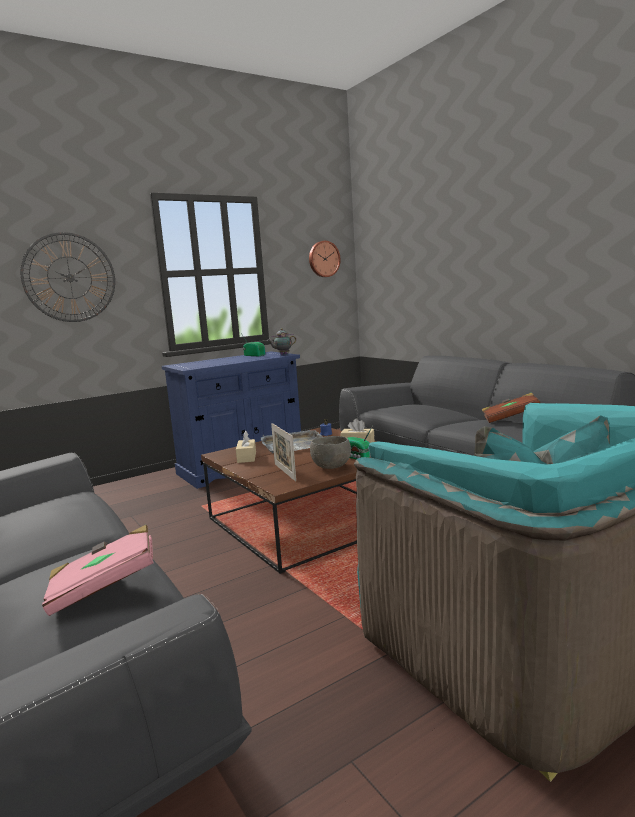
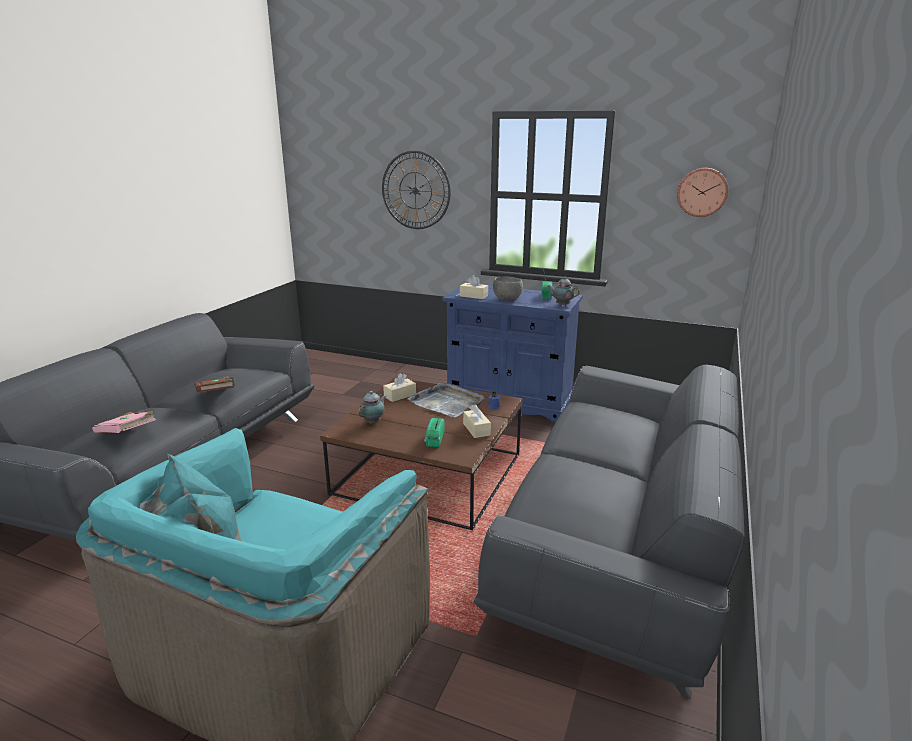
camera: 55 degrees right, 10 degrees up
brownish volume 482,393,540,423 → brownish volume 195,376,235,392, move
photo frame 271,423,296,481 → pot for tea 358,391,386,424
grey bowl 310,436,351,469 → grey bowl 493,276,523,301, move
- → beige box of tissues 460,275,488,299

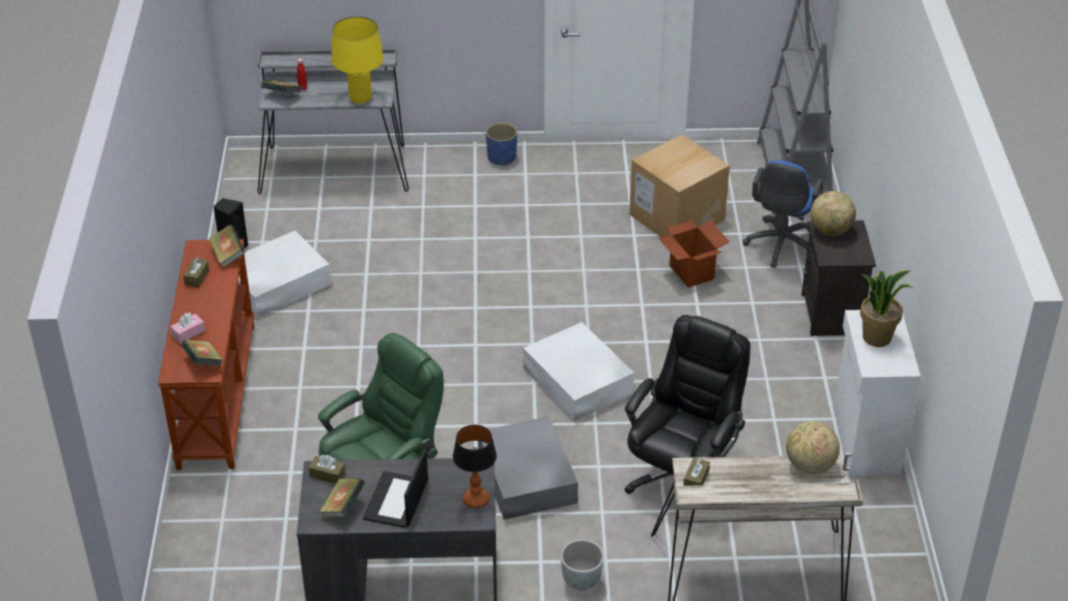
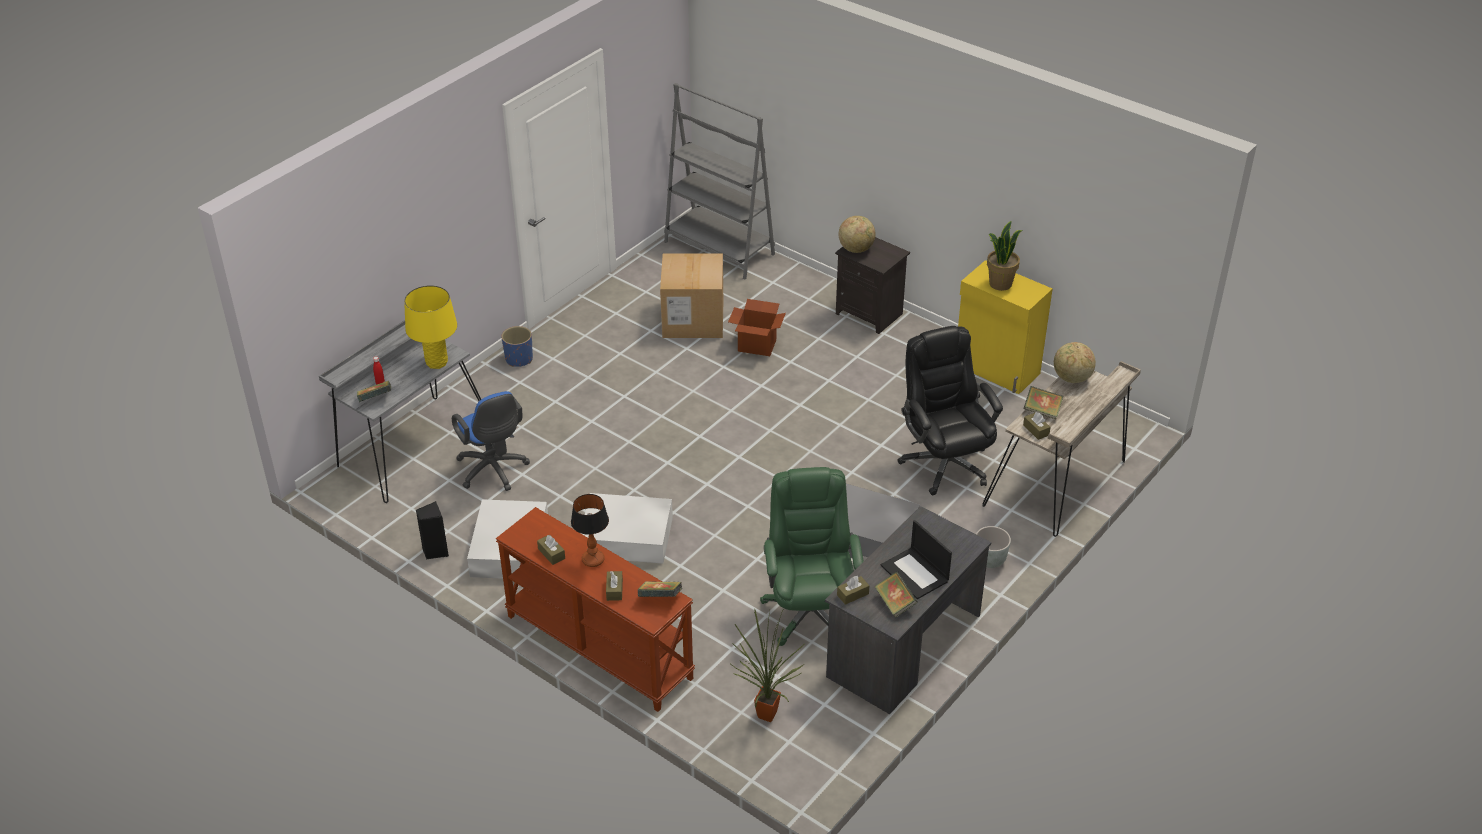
camera: 50 degrees left, 0 degrees up
bluish computer chair 743,160,824,268 → bluish computer chair 452,391,530,491, move
volume 209,224,245,267 → volume 1024,386,1063,419, move
white cabinet 834,310,921,476 → yellow cabinet 958,260,1053,394
pinkish box of tissues 170,313,205,344 → brownish box of tissues 606,571,623,601
white storage bin 523,322,634,421 → white storage bin 582,493,673,564, move
table lamp 453,425,497,509 → table lamp 571,494,609,567, move
- → plant in a pot 731,608,804,722

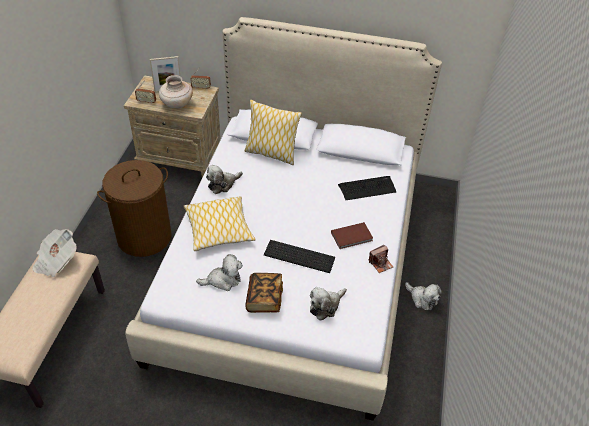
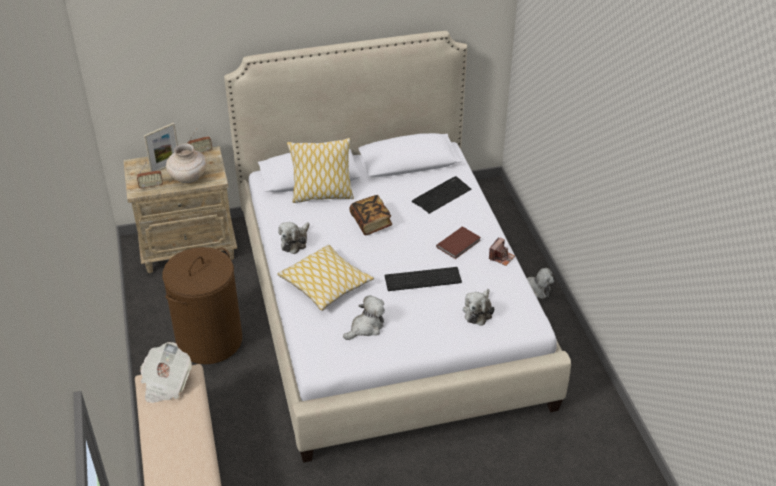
camera: 25 degrees left, 5 degrees down
volume 245,273,283,313 → volume 350,195,392,235, move

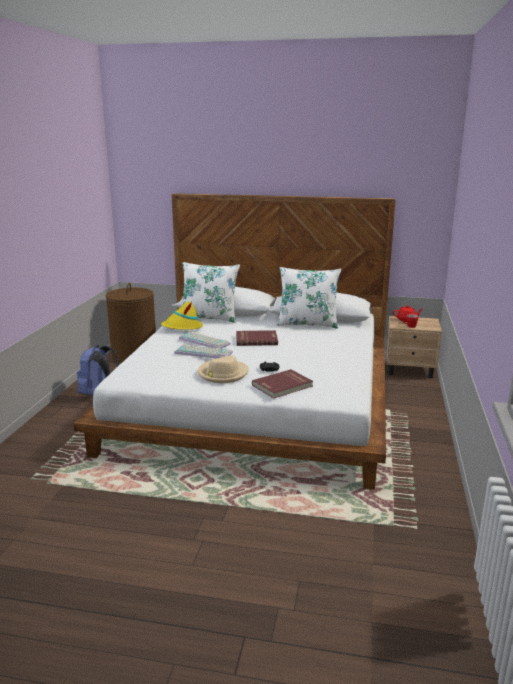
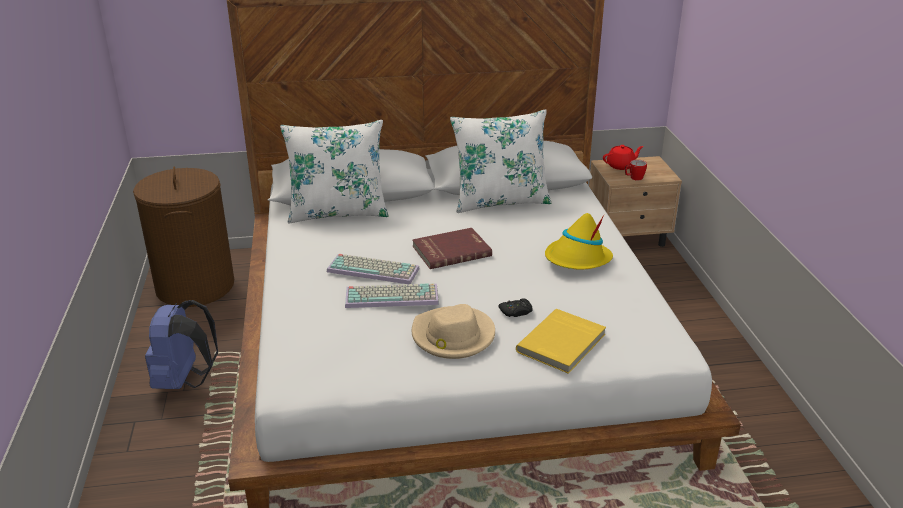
camera: 20 degrees left, 10 degrees up
yellow hat 161,301,203,330 → yellow hat 545,213,613,270, move
reddish volume 252,369,313,398 → yellow volume 516,309,606,374

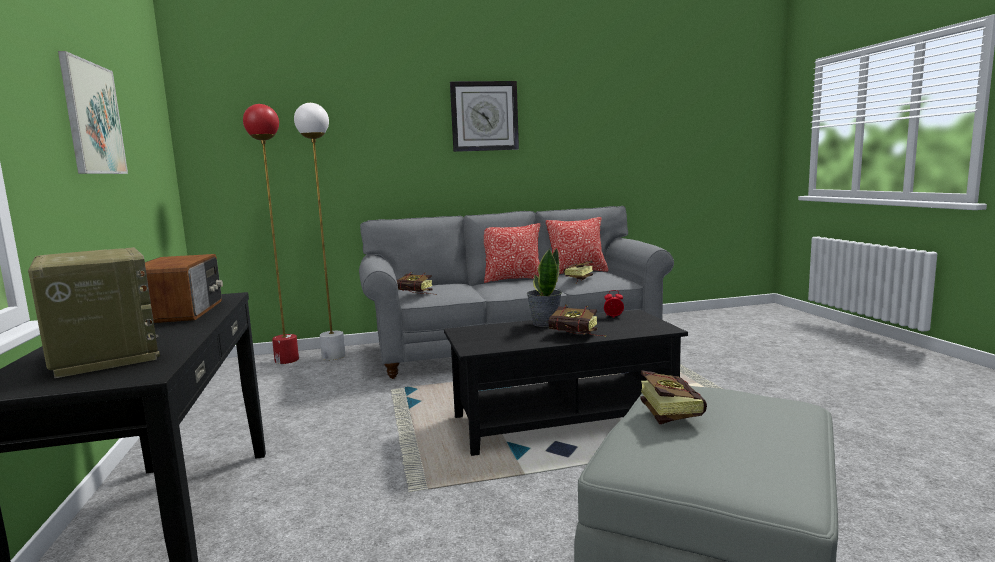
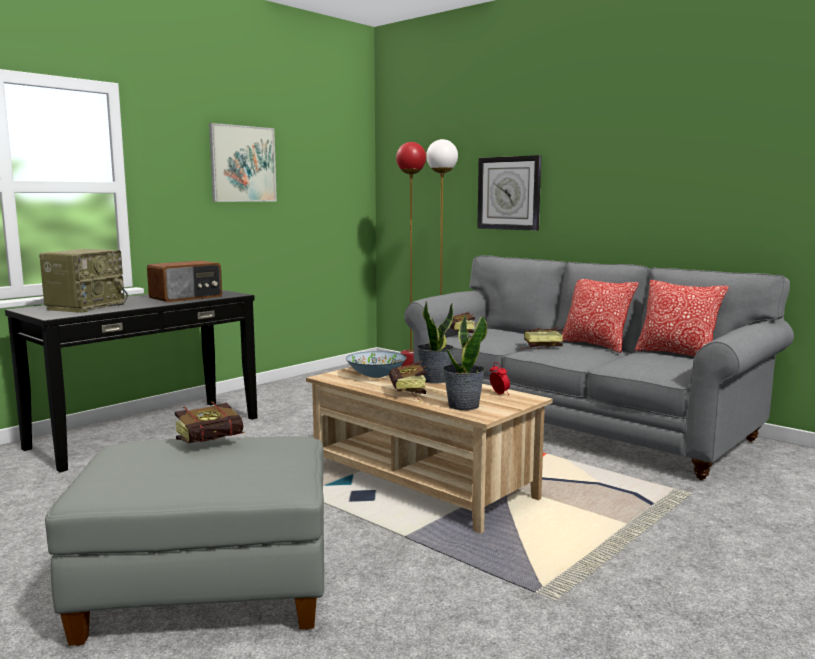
camera: 55 degrees right, 0 degrees up
hanging clock 450,81,519,152 → hanging clock 477,155,541,231, move
volume 563,260,593,283 → volume 520,327,563,349, move
black low table 444,310,688,456 → beige low table 306,366,553,534
- → plant in a pot 443,314,487,410
- → bowl 346,351,407,378

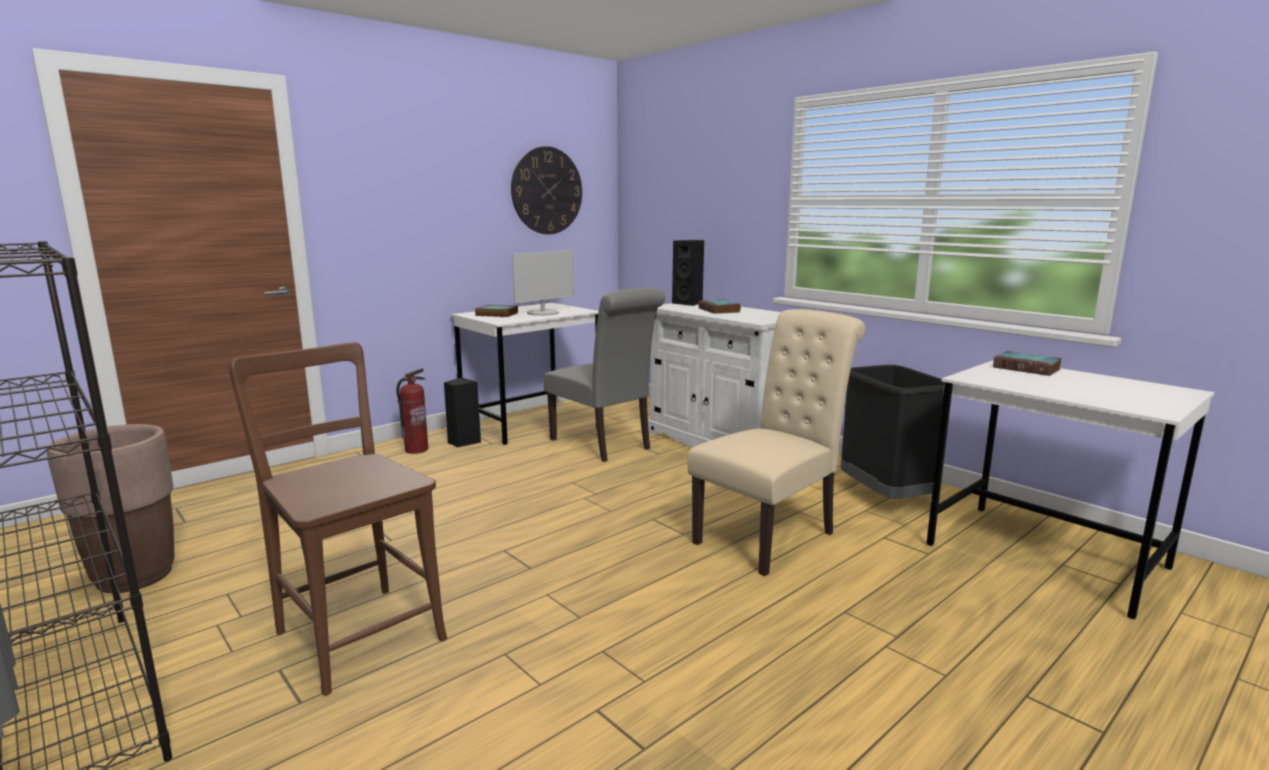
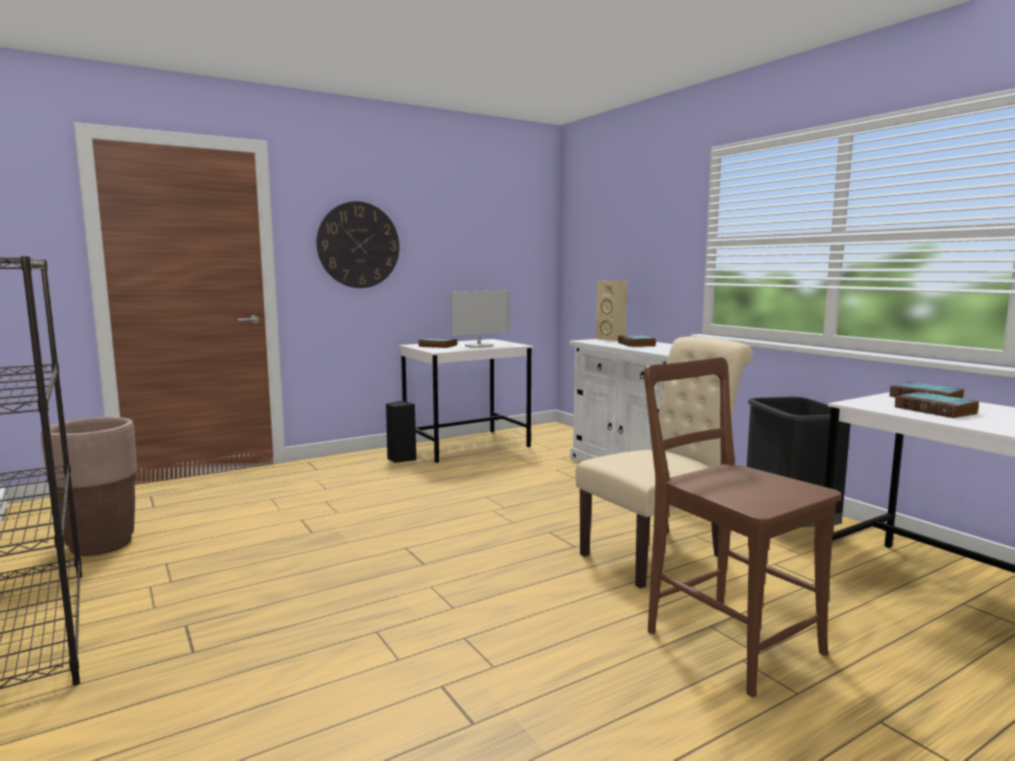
camera: 10 degrees right, 5 degrees down
hanging clock 511,146,582,234 → hanging clock 316,201,400,288, move
black loudspeaker 672,240,704,306 → beige loudspeaker 596,281,627,341
grey upright chair 543,288,665,462 → -
brownish upright chair 228,342,447,696 → brownish upright chair 644,357,842,697, move
extinguisher 396,369,428,454 → -
- → volume 895,392,980,418

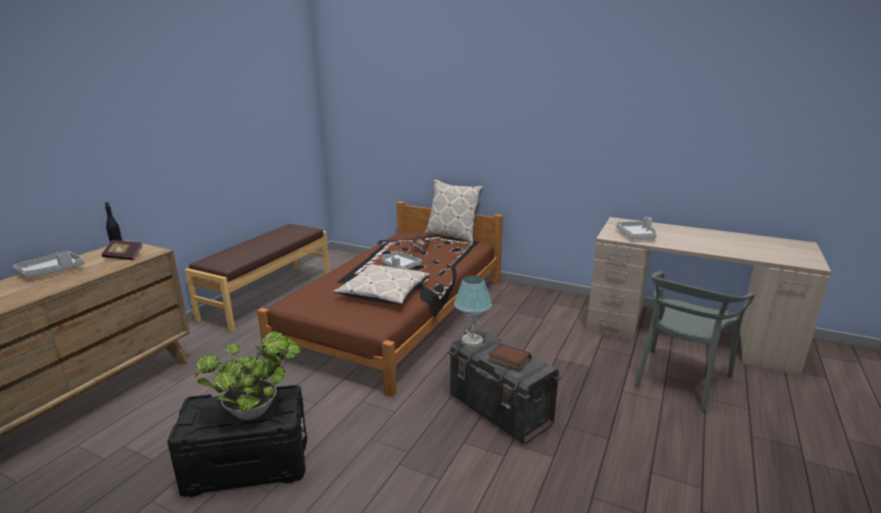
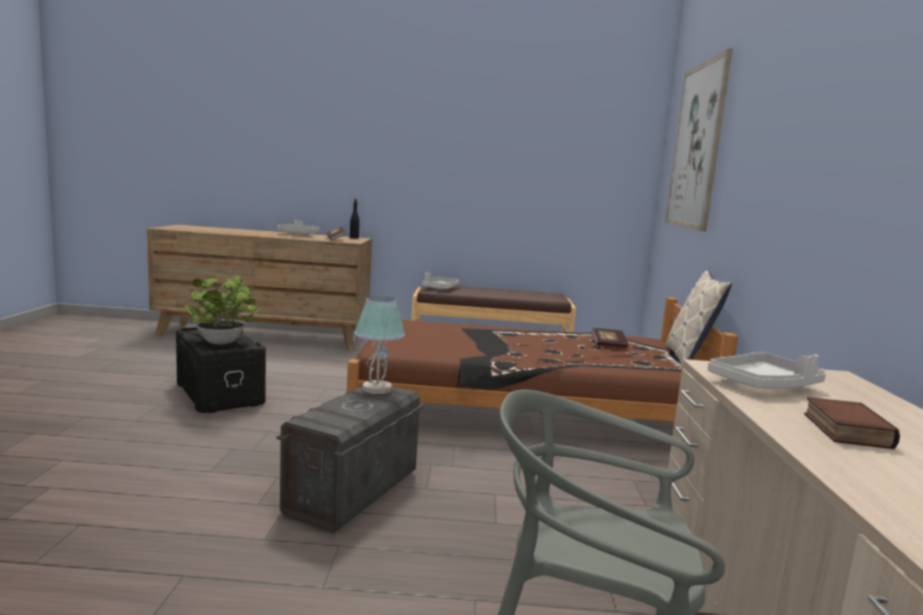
camera: 65 degrees right, 10 degrees down
grey carrying tray 381,251,422,269 → grey carrying tray 422,272,460,289, move
cushion 333,264,431,305 → -
volume 488,343,531,372 → volume 804,397,900,449, move
- → wall art 665,49,733,231

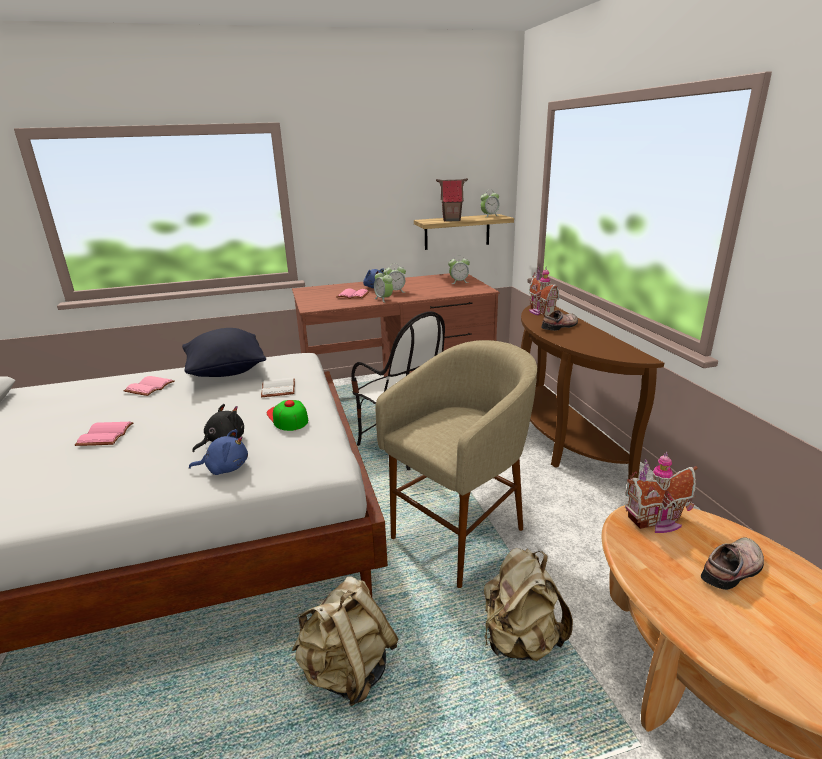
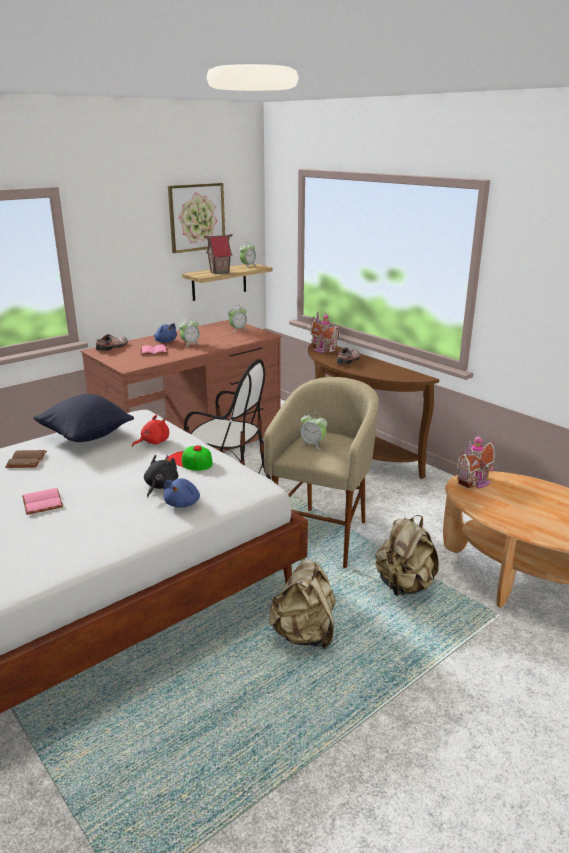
camera: 25 degrees left, 0 degrees up
bedside clock 374,270,393,303 → bedside clock 300,412,327,450, move
pinkish volume 124,376,175,396 → brownish volume 5,450,47,468
white volume 261,378,295,397 → reddish cuddly toy 132,415,169,447
bluish cuddly toy 189,429,248,475 → bluish cuddly toy 164,478,200,508, 135 degrees clockwise
low shoe 701,537,764,590 → low shoe 96,334,128,351, move
- → wall art 168,183,225,253

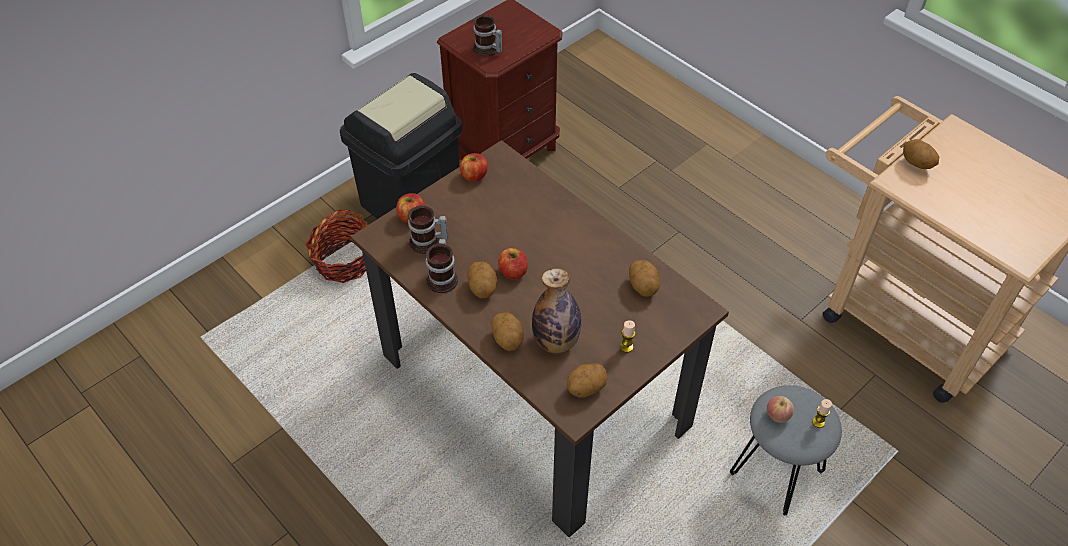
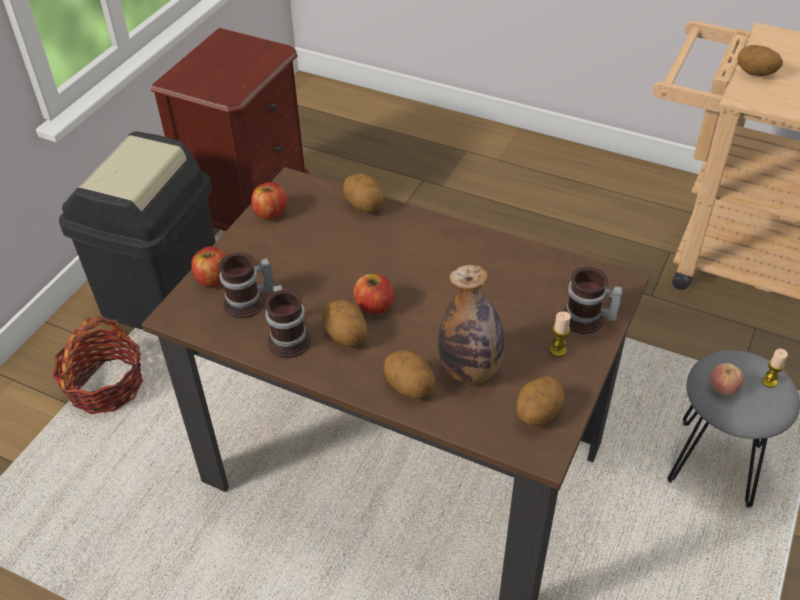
camera: 20 degrees left, 5 degrees down
tea mug 473,15,502,56 → tea mug 563,266,623,334, move
whole potato 629,260,660,297 → whole potato 343,173,384,212, move

